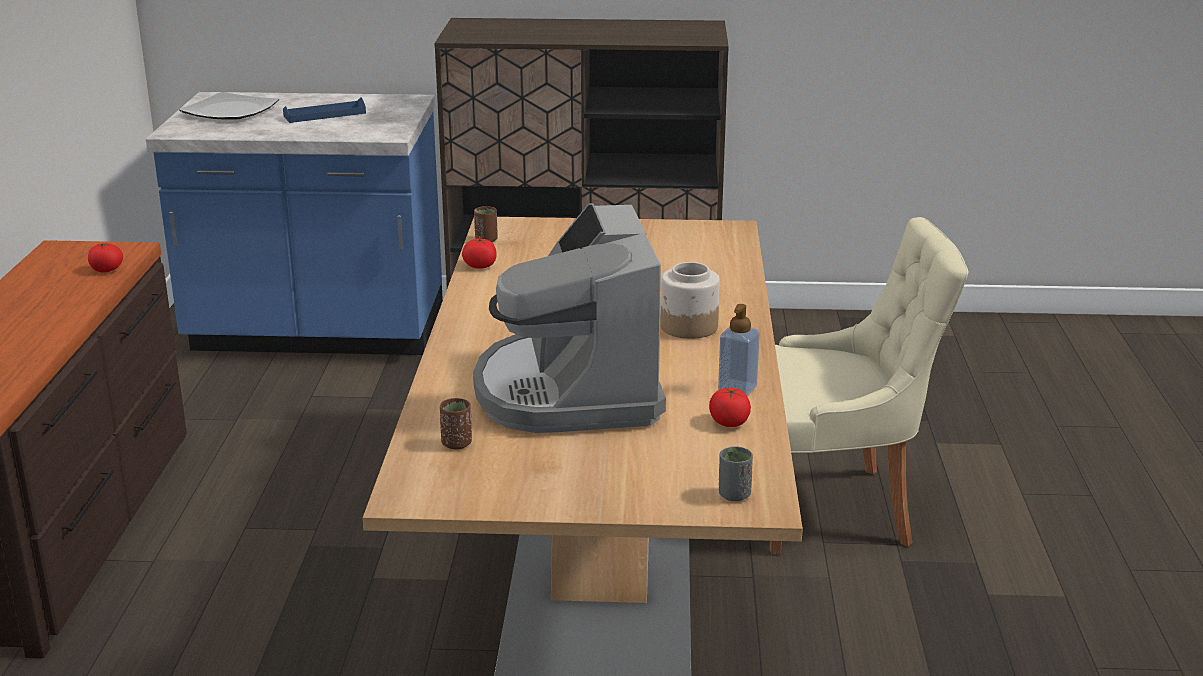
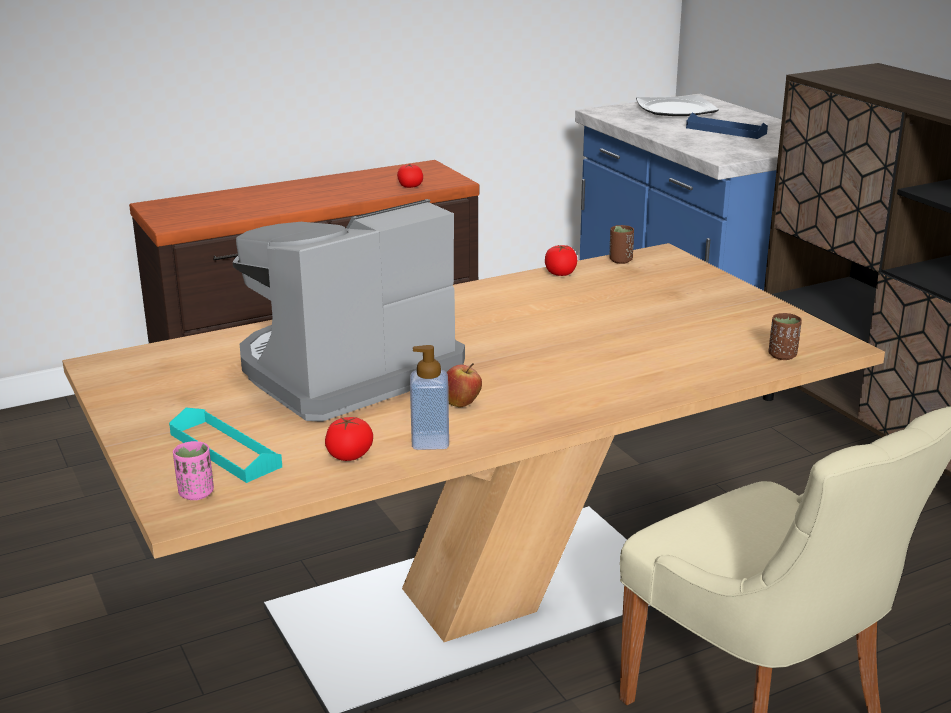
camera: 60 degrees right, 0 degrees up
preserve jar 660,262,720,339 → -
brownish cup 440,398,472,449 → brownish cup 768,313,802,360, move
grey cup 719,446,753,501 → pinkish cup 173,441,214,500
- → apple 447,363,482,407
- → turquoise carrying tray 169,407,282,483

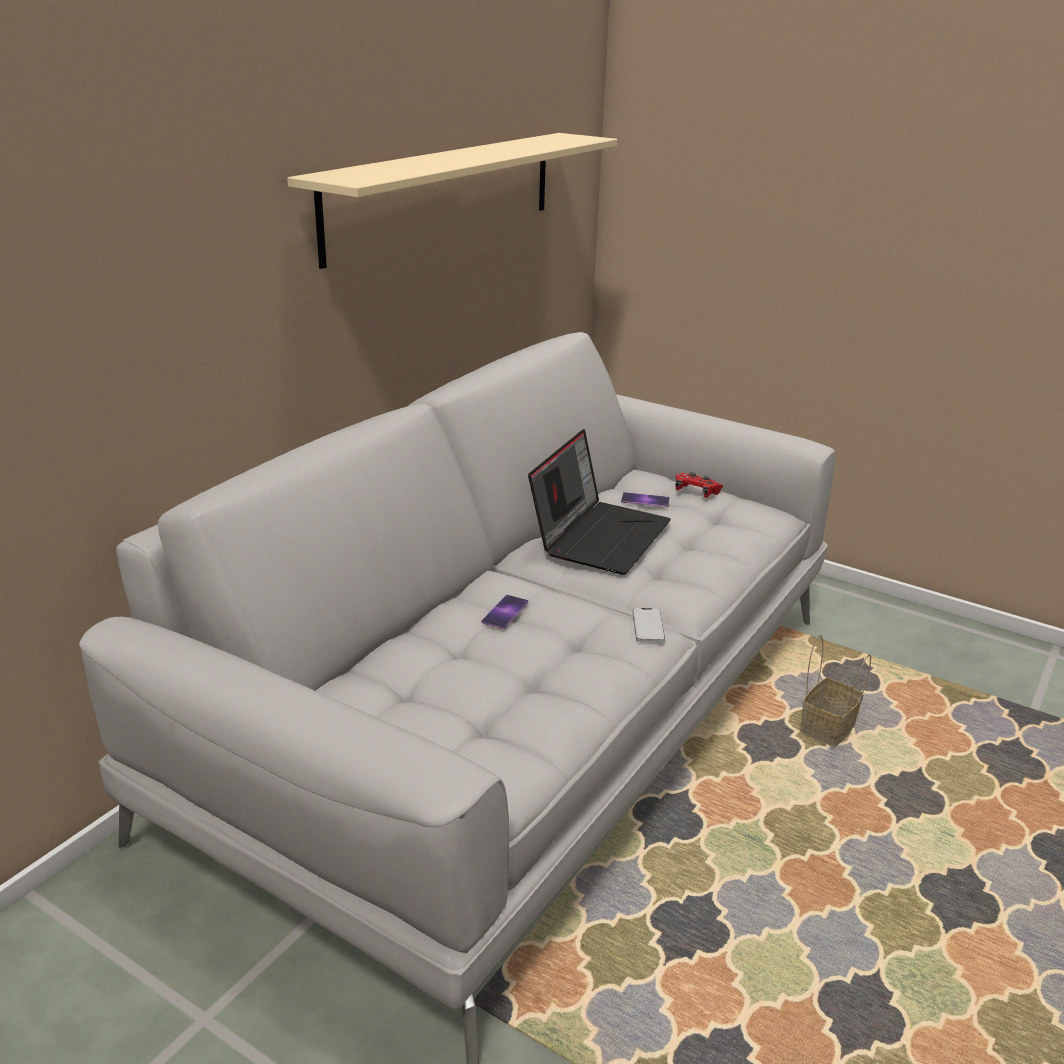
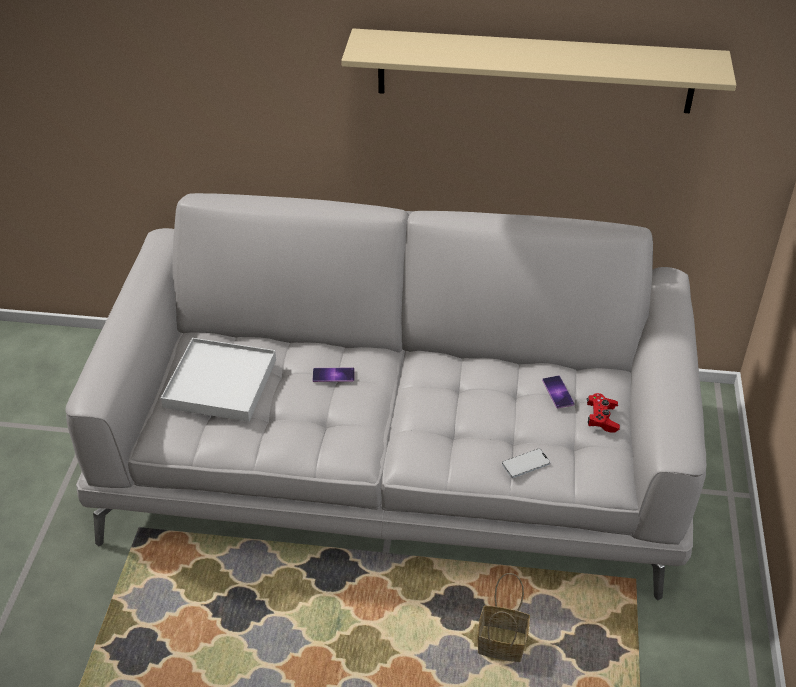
camera: 65 degrees right, 15 degrees up
notebook computer 528,429,671,575 → -
handset 633,608,665,642 → handset 502,448,550,478, move
- → white carrying tray 161,338,276,422

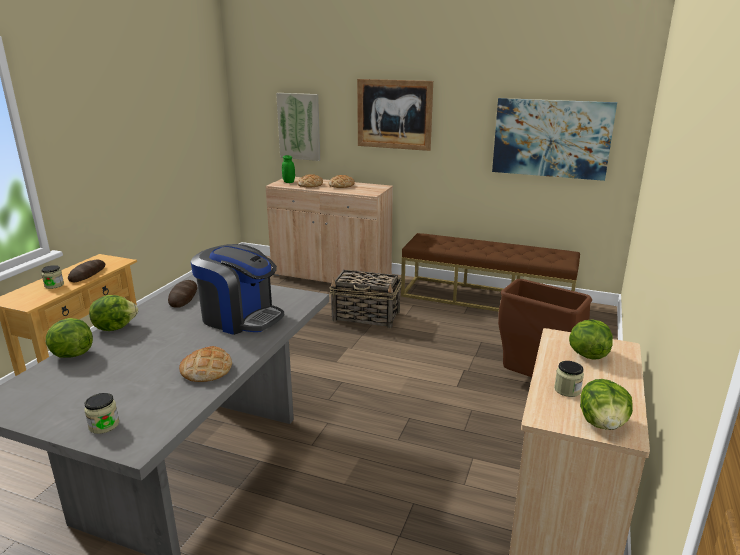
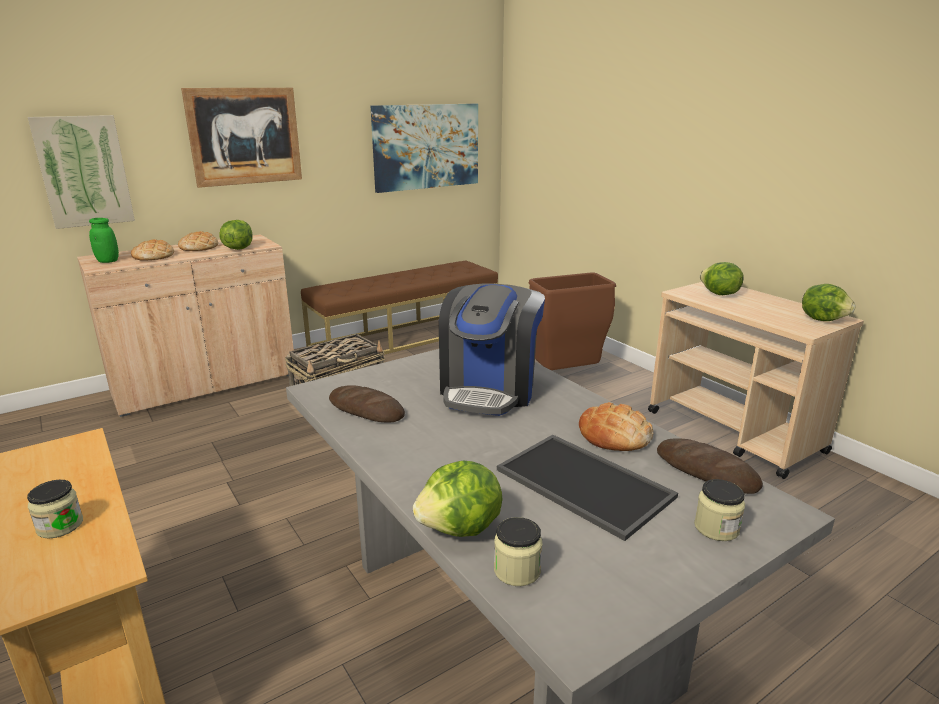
camera: 55 degrees left, 0 degrees up
coffee brewer 190,244,284,335 → coffee brewer 439,283,545,416, 135 degrees clockwise
bread 68,260,105,282 → bread 657,438,763,494, move
head of lettuce 89,295,138,331 → head of lettuce 219,220,252,250, move
preserve jar 554,361,584,397 → preserve jar 494,517,542,586, move
- → carrying tray 497,435,678,541

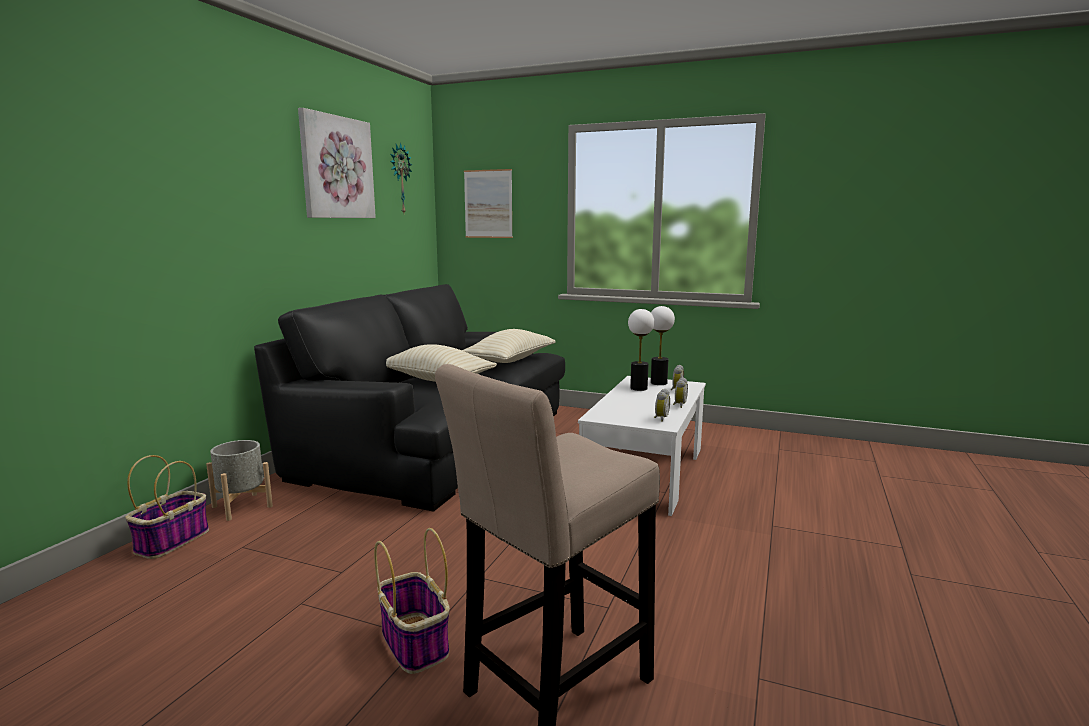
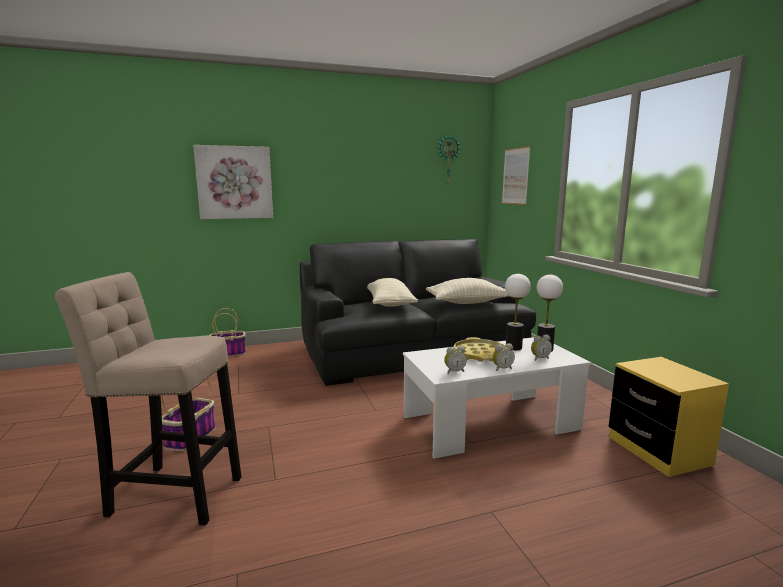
camera: 50 degrees right, 0 degrees up
wall art 298,108,376,218 → wall art 193,145,273,219, move
grey plant pot 206,440,273,521 → -
- → yellow carrying tray 454,337,506,362
- → yellow night table 609,357,729,477

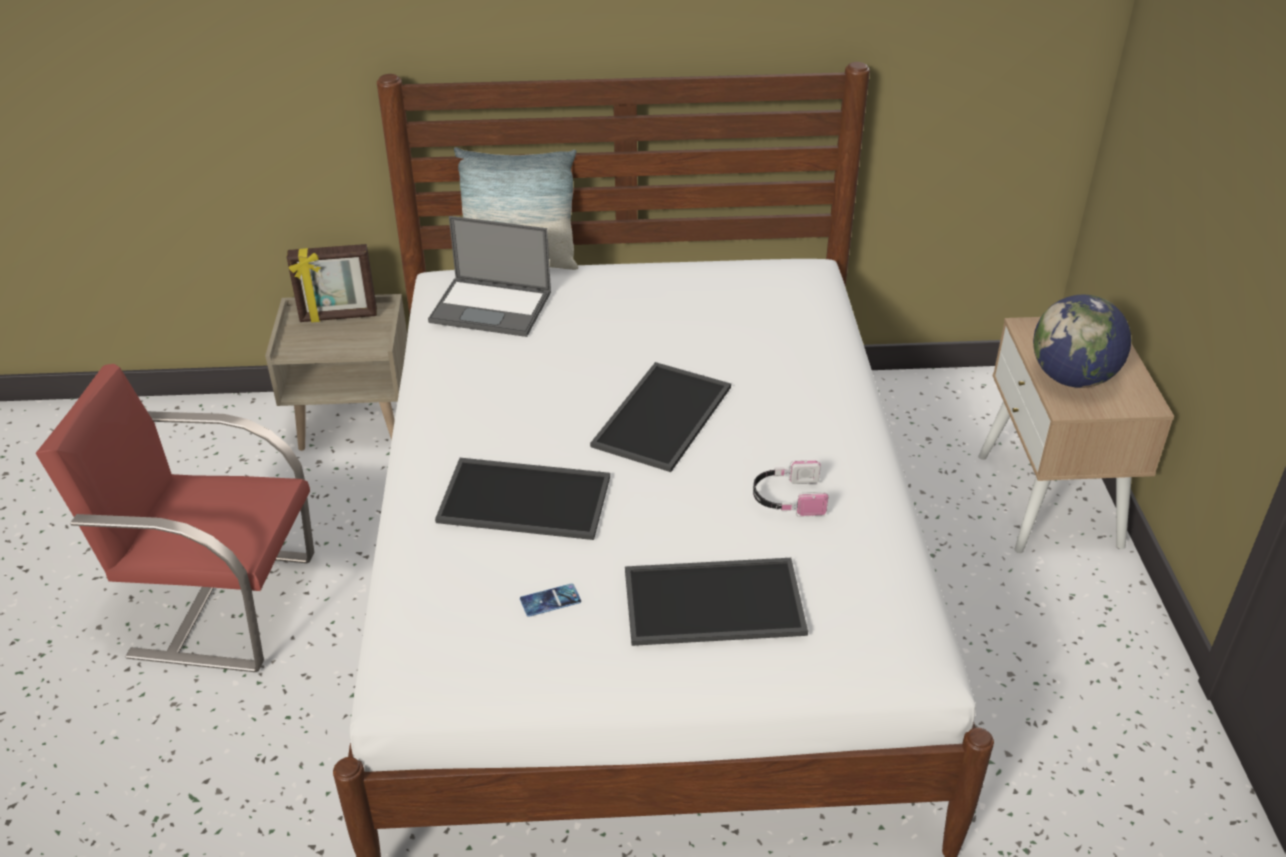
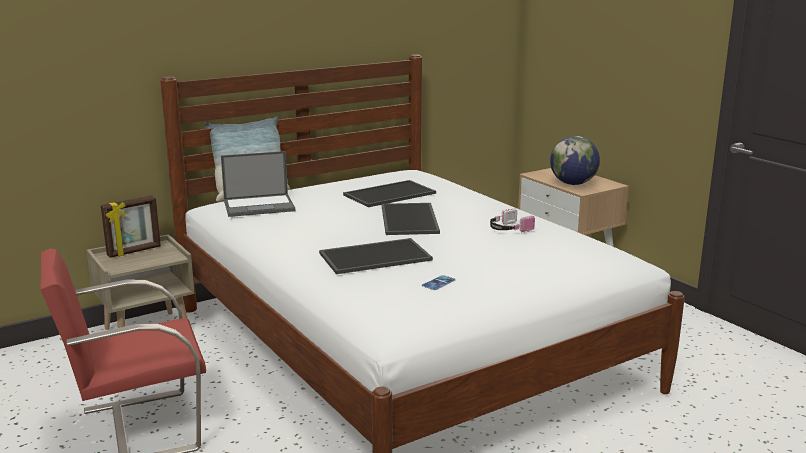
camera: 30 degrees left, 20 degrees down
carrying tray 625,558,808,646 → carrying tray 343,180,436,207, move

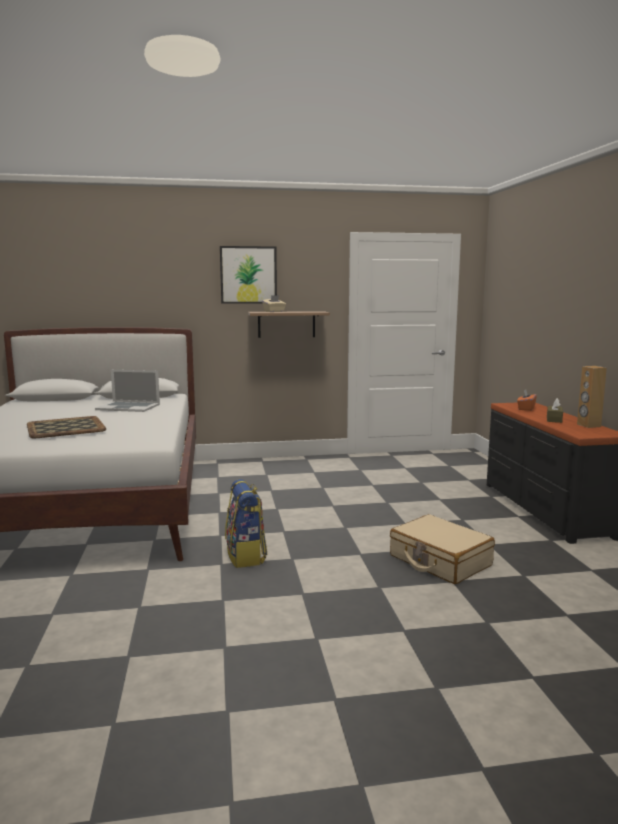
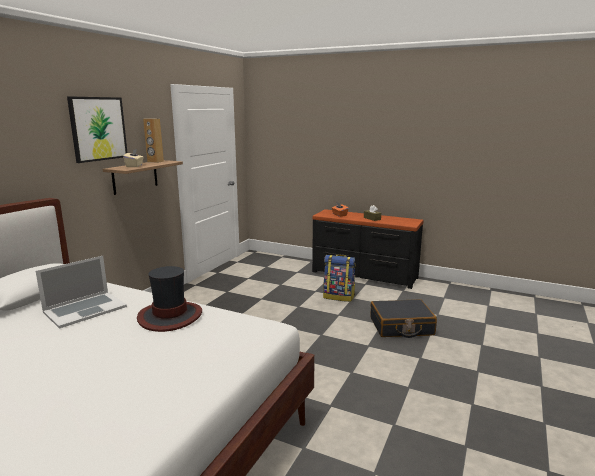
camera: 55 degrees left, 5 degrees up
brownish loudspeaker 577,366,607,428 → brownish loudspeaker 143,118,164,163, move
carrying tray 27,416,106,438 → -
backpack 225,479,267,568 → backpack 323,254,356,302, move
beige piece of luggage 390,514,495,584 → black piece of luggage 370,299,437,338
- → hat 137,266,202,332

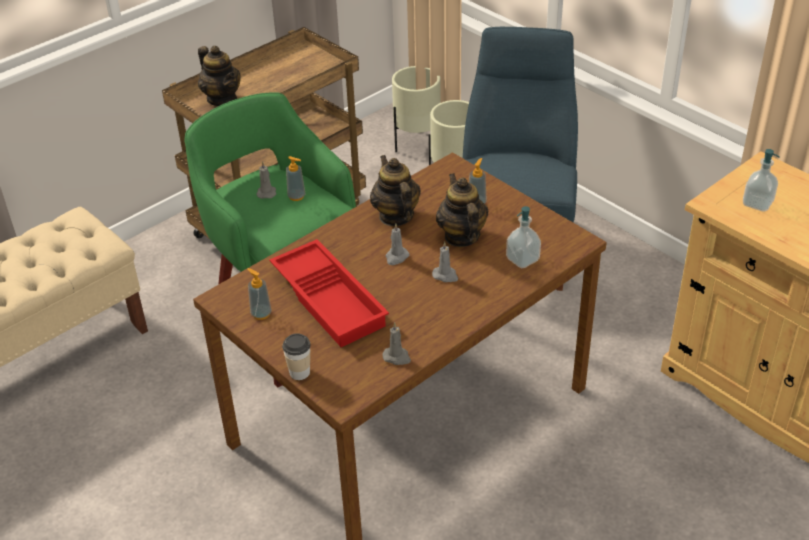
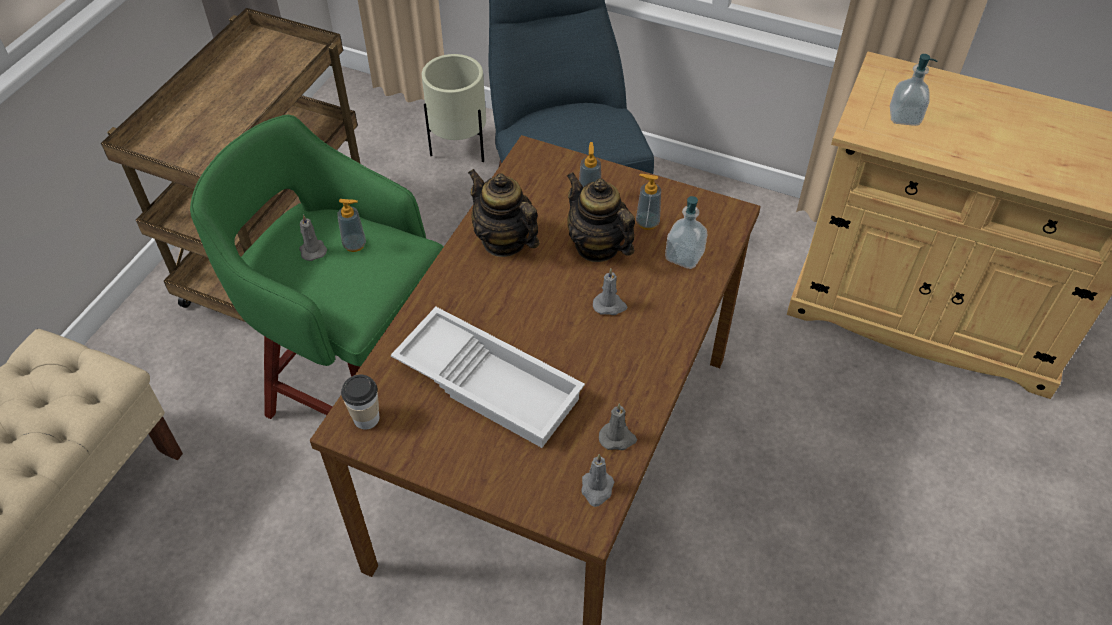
camera: 25 degrees left, 10 degrees up
pot for tea 198,46,241,106 → -
beige plant pot 392,66,441,152 → -
grey wax candle 386,224,410,265 → grey wax candle 582,454,614,507, move
reddish carrying tray 269,239,389,347 → white carrying tray 391,307,585,448
soap bottle 247,268,272,320 → soap bottle 636,174,661,230, move
cup 282,333,310,380 → cup 341,375,379,430, move

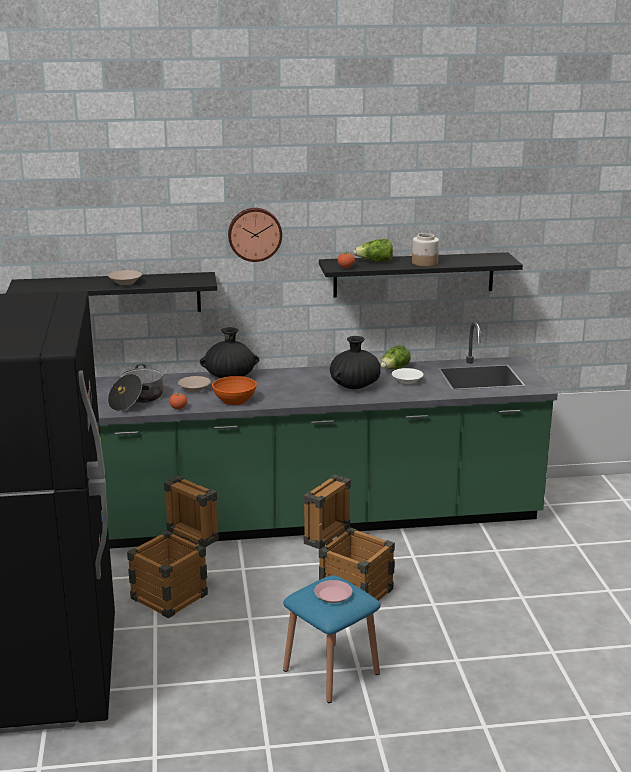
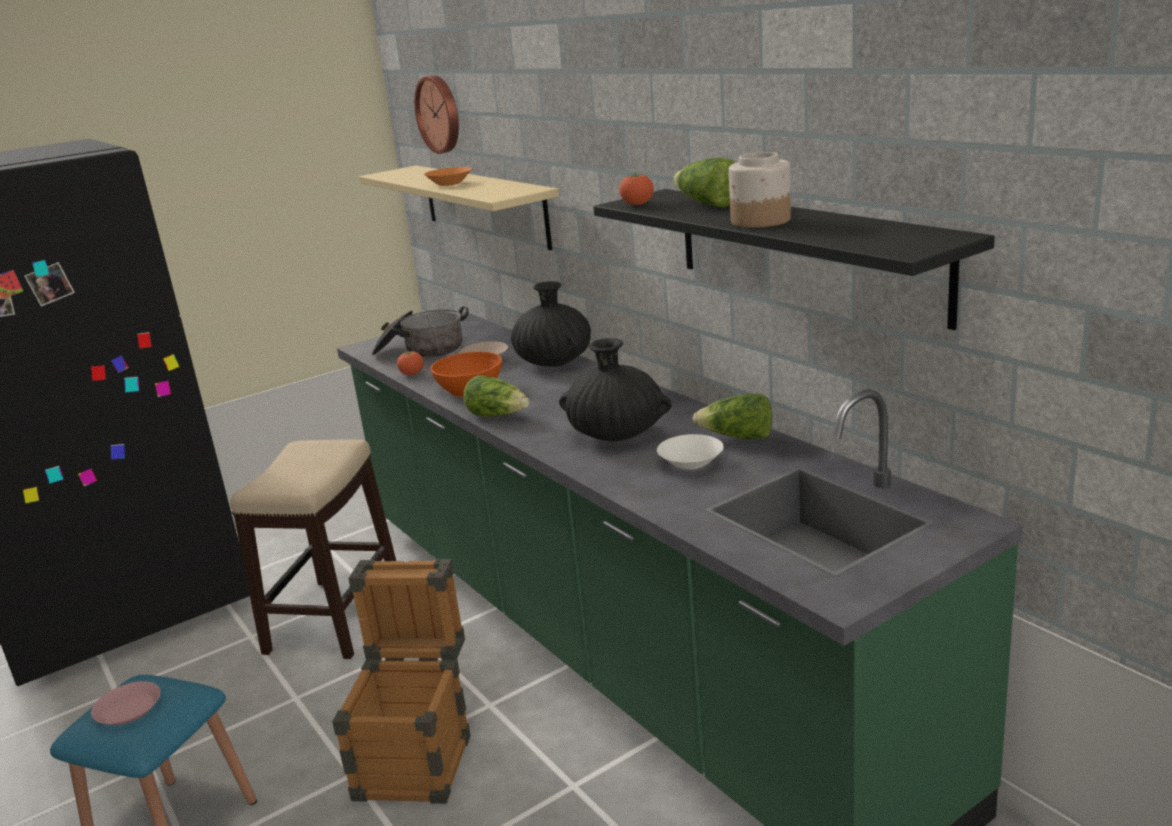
camera: 65 degrees right, 0 degrees up
hanging clock 228,208,282,262 → hanging clock 414,75,459,154, move
beige bowl 108,270,142,285 → orange bowl 424,167,472,186
black shelf 6,272,217,312 → beige shelf 359,166,559,250
packing crate 127,476,219,618 → stool 230,439,396,659
- → head of lettuce 463,375,530,417

